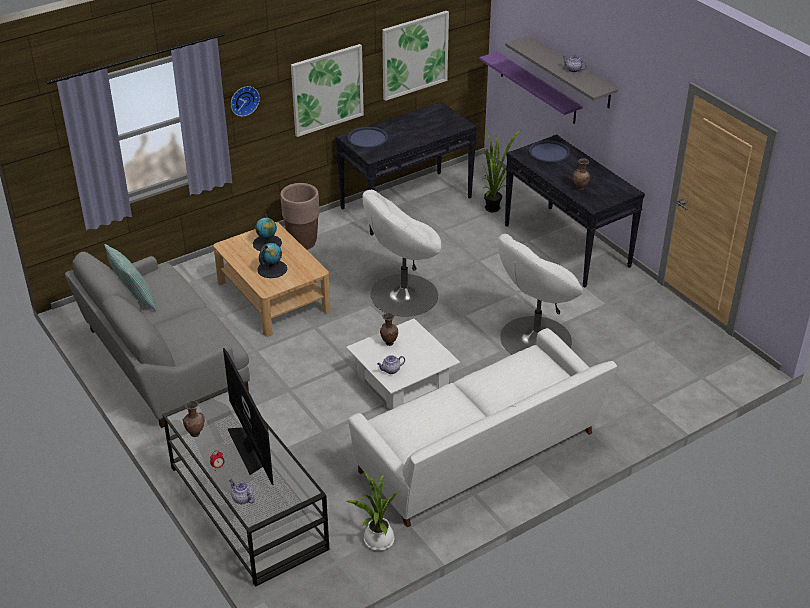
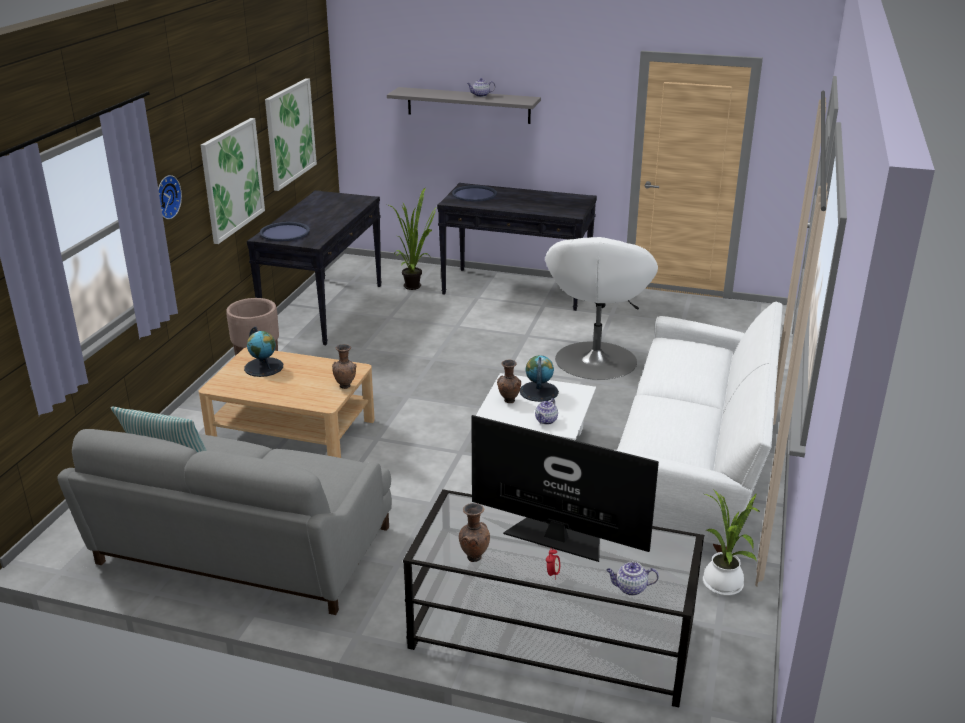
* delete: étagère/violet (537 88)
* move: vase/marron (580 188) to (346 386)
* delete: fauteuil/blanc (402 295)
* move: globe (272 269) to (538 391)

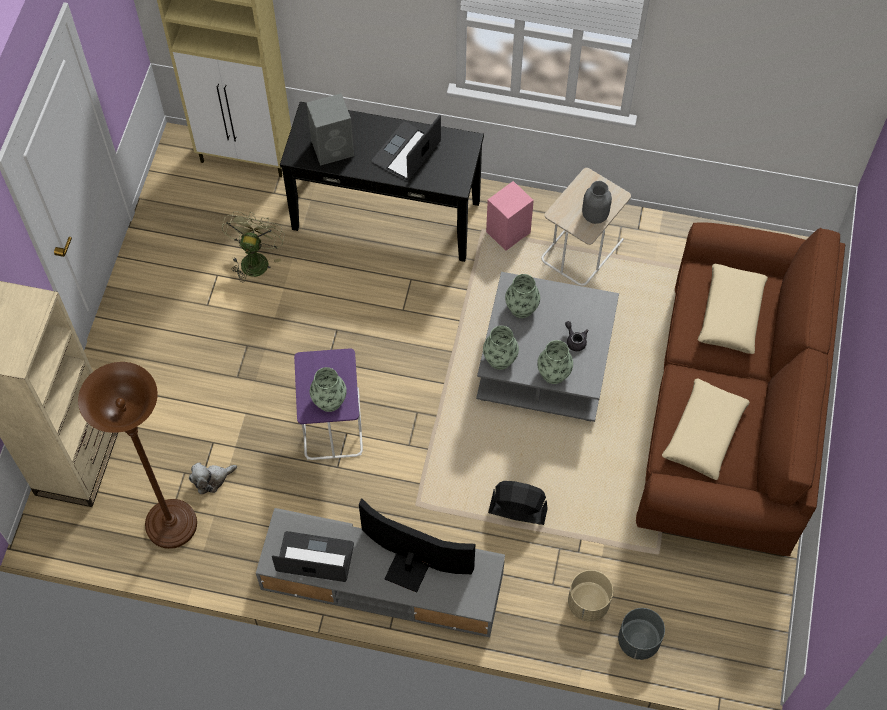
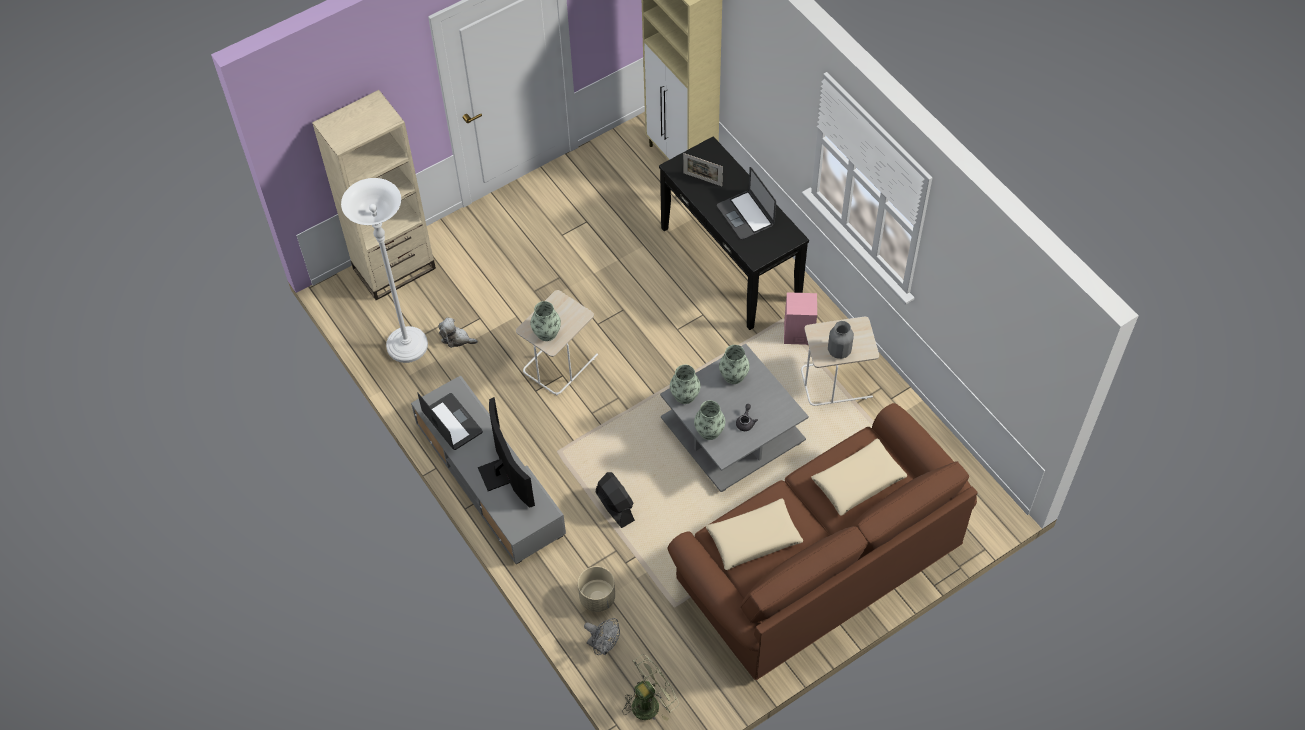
* replace: enceinte/gris (333 148) to cadre photo (702 179)
* rotate: ordinateur portable (406 152) = (745 215) 105 degrees counterclockwise
* move: ventilateur/vert (255 259) to (650 702)
* recolor: table d'appoint/violet (331 423) to table d'appoint/beige (559 362)
* recolor: lampadaire/marron (171 525) to lampadaire/blanc (407 346)
* replace: cache-pot/gris (638 640) to ventilateur/gris (603 646)

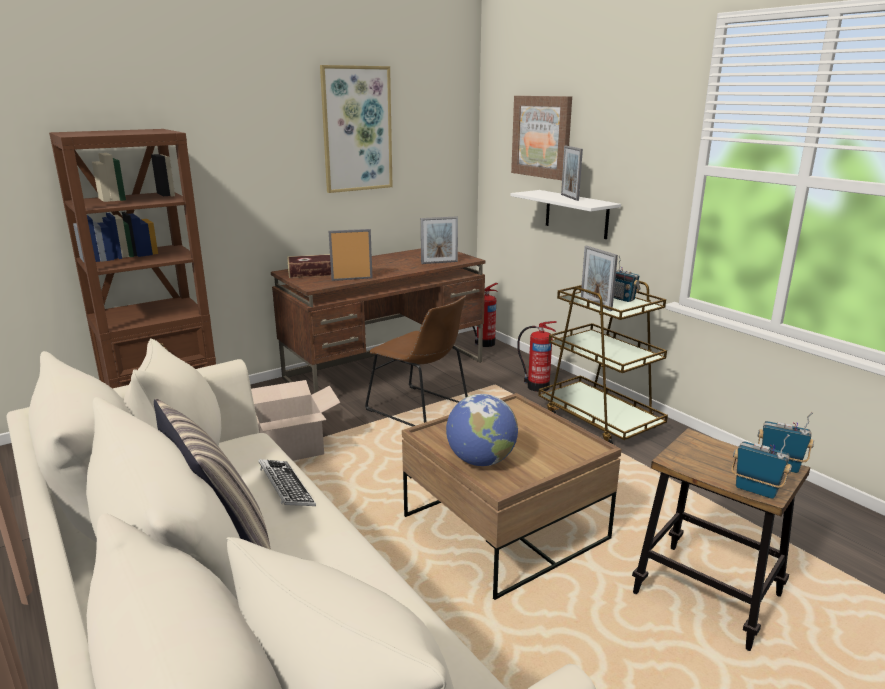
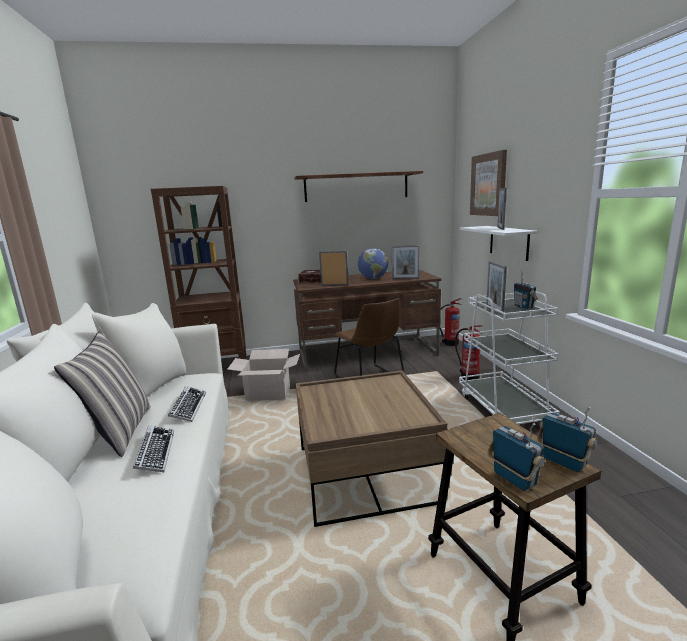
* replace: tableau (357 129) to étagère/marron (356 187)
* recolor: chariot/marron (599 420) to chariot/blanc (503 408)
* move: globe (481 461) to (373 278)
* insert: clavier (155 452)

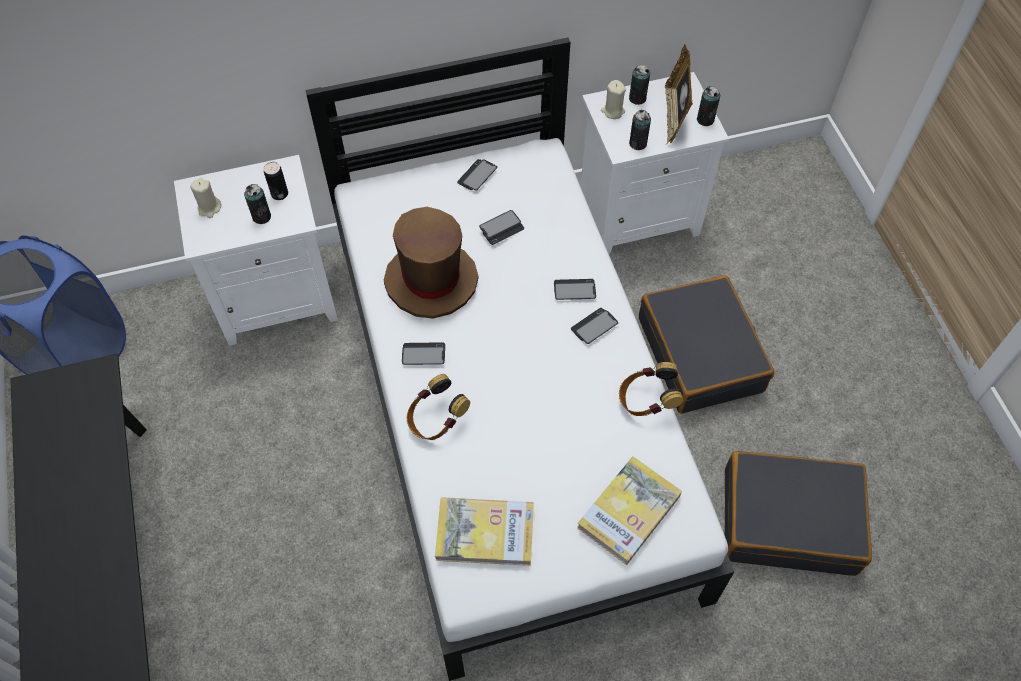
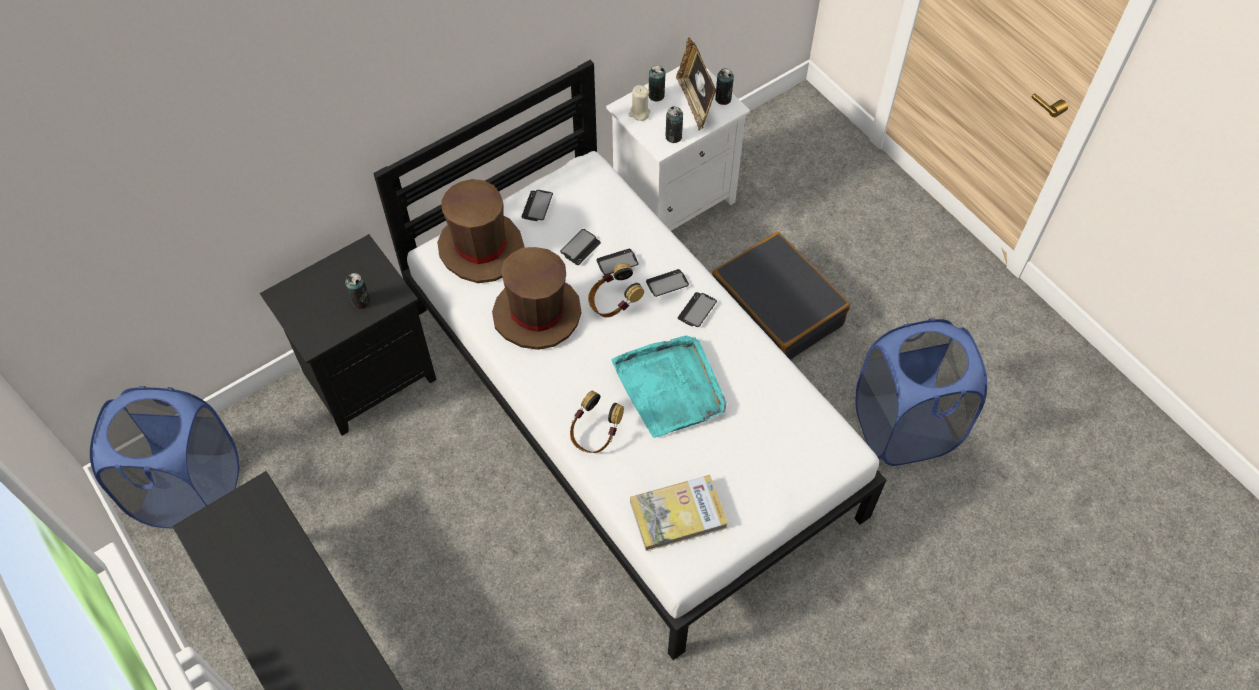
* recolor: table de chevet/blanc (279 297) to table de chevet/noir (369 375)
* delete: boîte métallique (279 194)
* delete: bougie/beige (209 208)
* move: téléphone (423 354) to (617 262)
* move: casque audio (646 401) to (613 303)
* replace: valise/noir (789 520) to panier à linge/bleu (904 427)
* delete: livre (629 511)
* insert: chapeau/marron (481 247)
* insert: plateau/turquoise (671 387)

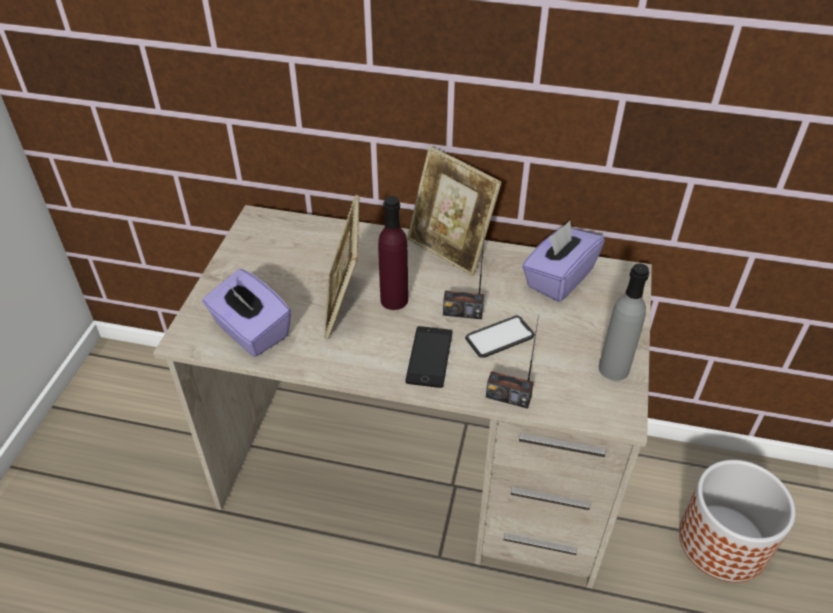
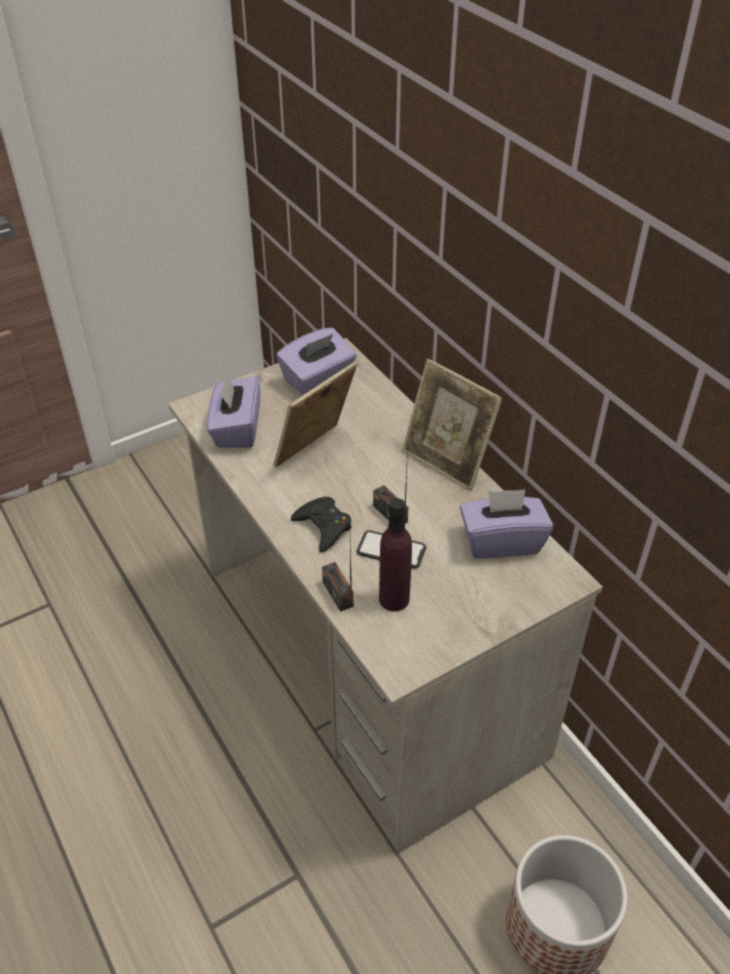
* rotate: cadre photo (450 249) = (446 462) 45 degrees counterclockwise
* move: bouteille/violet (394 300) to (394 599)
* delete: bouteille/gris (614 369)
* replace: téléphone (429 357) to manette/noir (323 527)
* insert: boîte à mouchoirs/violet (318 379)

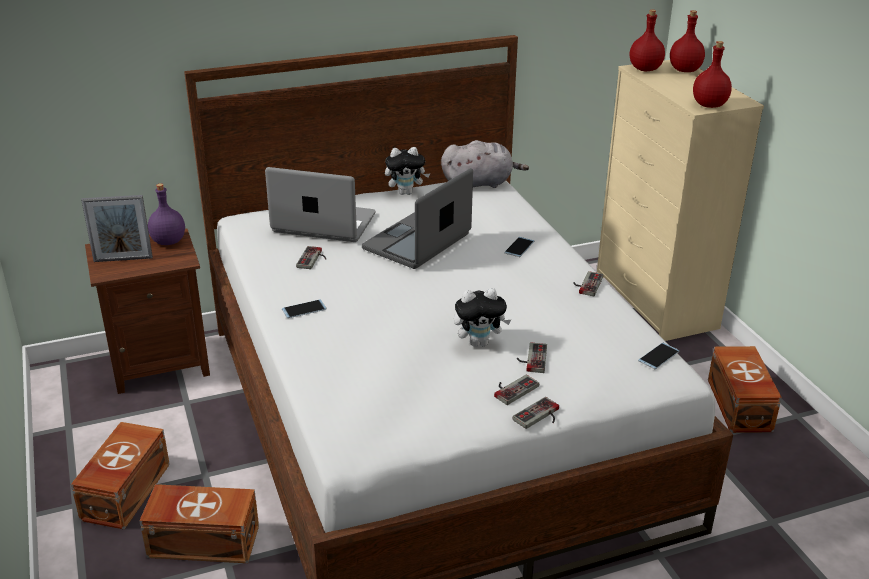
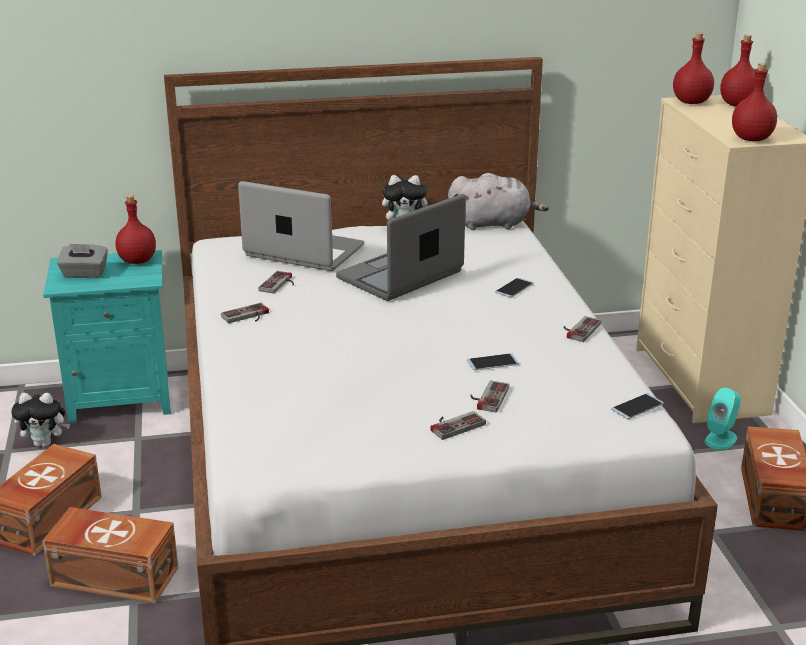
* recolor: bouteille/violet (168 241) to bouteille/rouge (137 261)
* replace: cadre photo (123 259) to boîte à mouchoirs/gris (84 274)
* recolor: table de chevet/marron (159 364) to table de chevet/turquoise (121 398)
* move: peluche (479 342) to (45 443)
* move: téléphone (304 309) to (492 362)
* move: manette (540 417) to (247 316)
* insert: enceinte/turquoise (721 439)

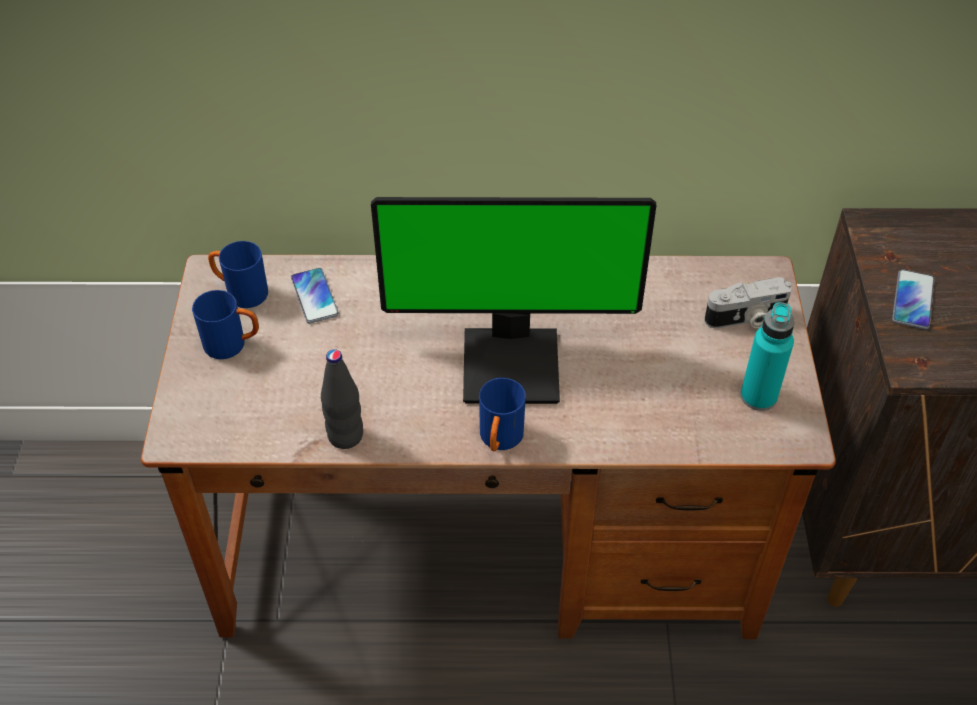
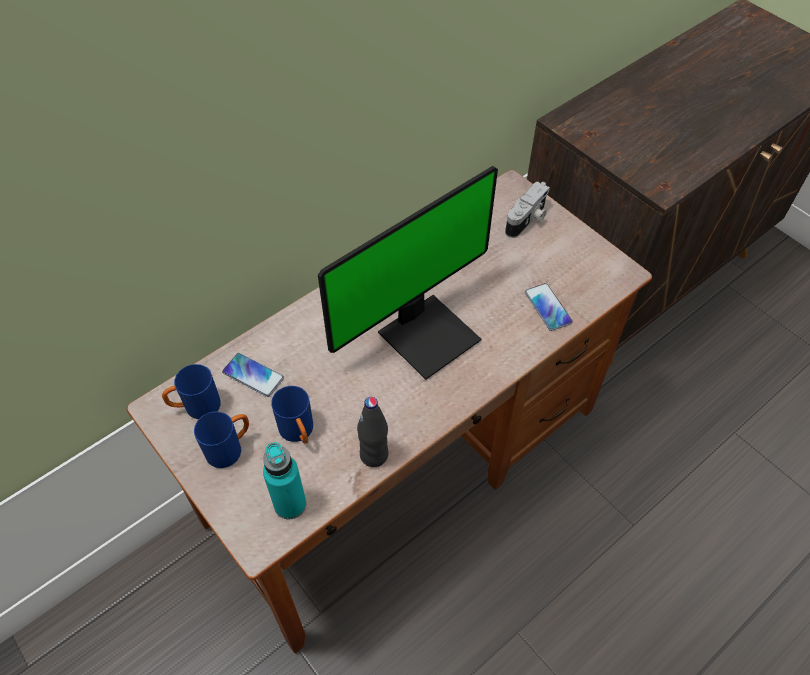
* move: téléphone (912 300) to (548 307)
* move: bouteille/turquoise (758 396) to (290 504)
* move: mug/bleu (499 441) to (299 433)

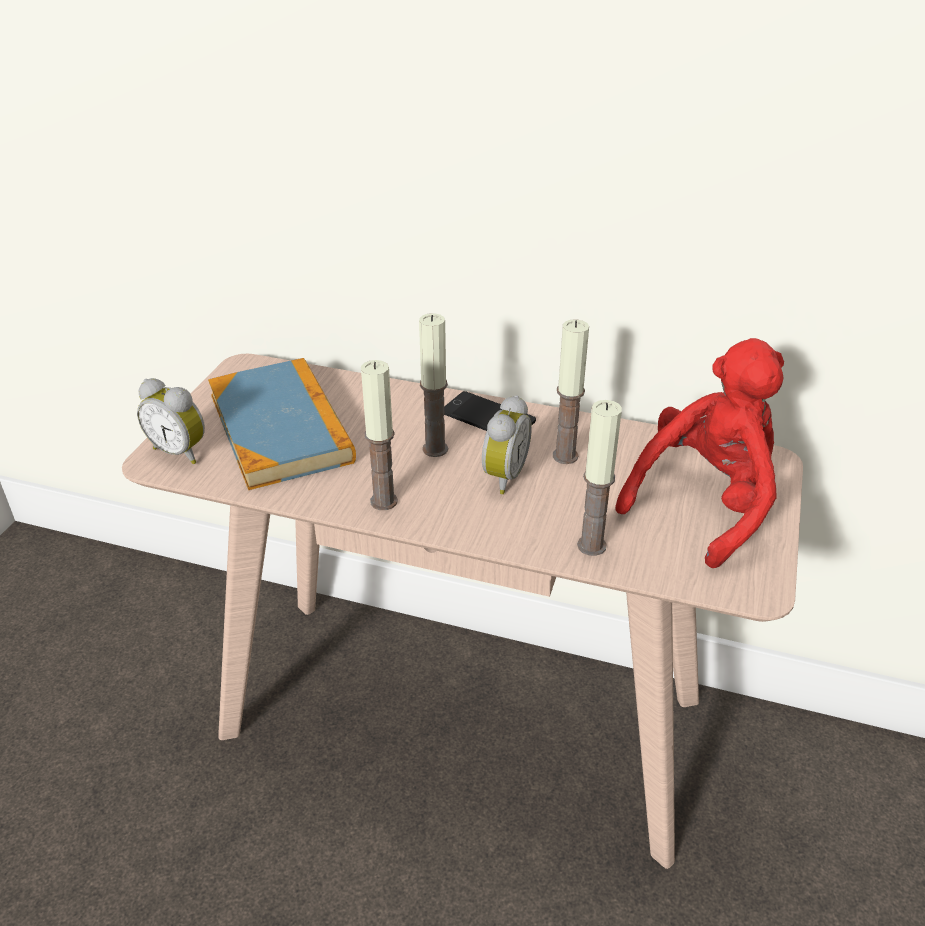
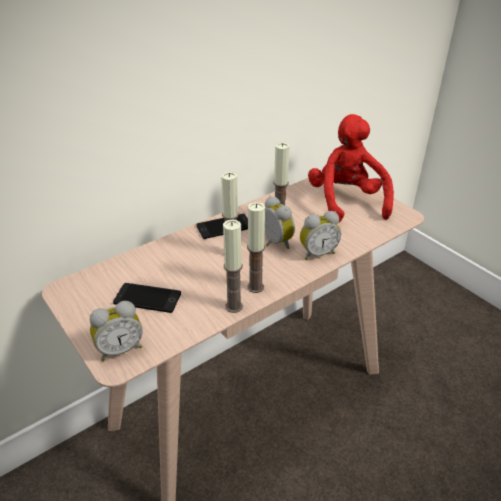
* replace: livre (281 428) to téléphone (147 298)
* move: bougie (591 546) to (234 306)
* insert: réveil (317 253)

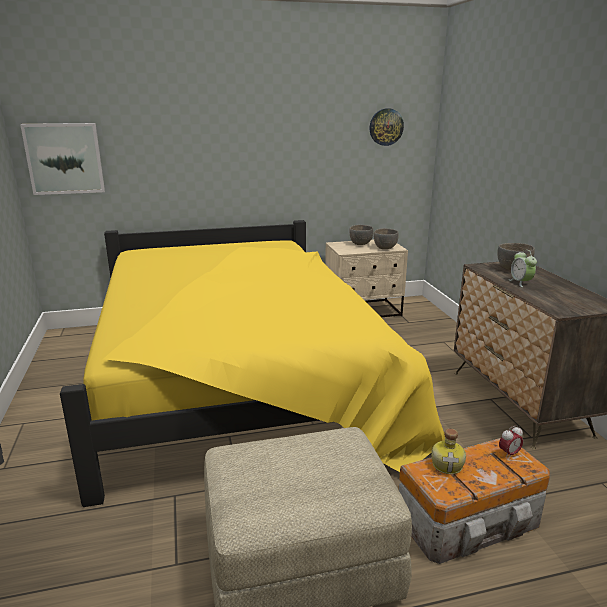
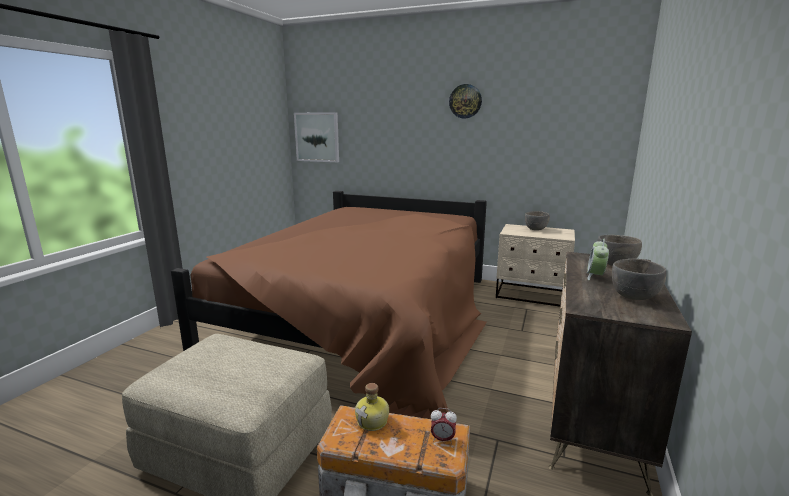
* move: horloge murale (386 127) to (465 101)
* recolor: lit/jaune (241 379) to lit/marron (366 316)
* move: bol/gris (385 248) to (634 296)

